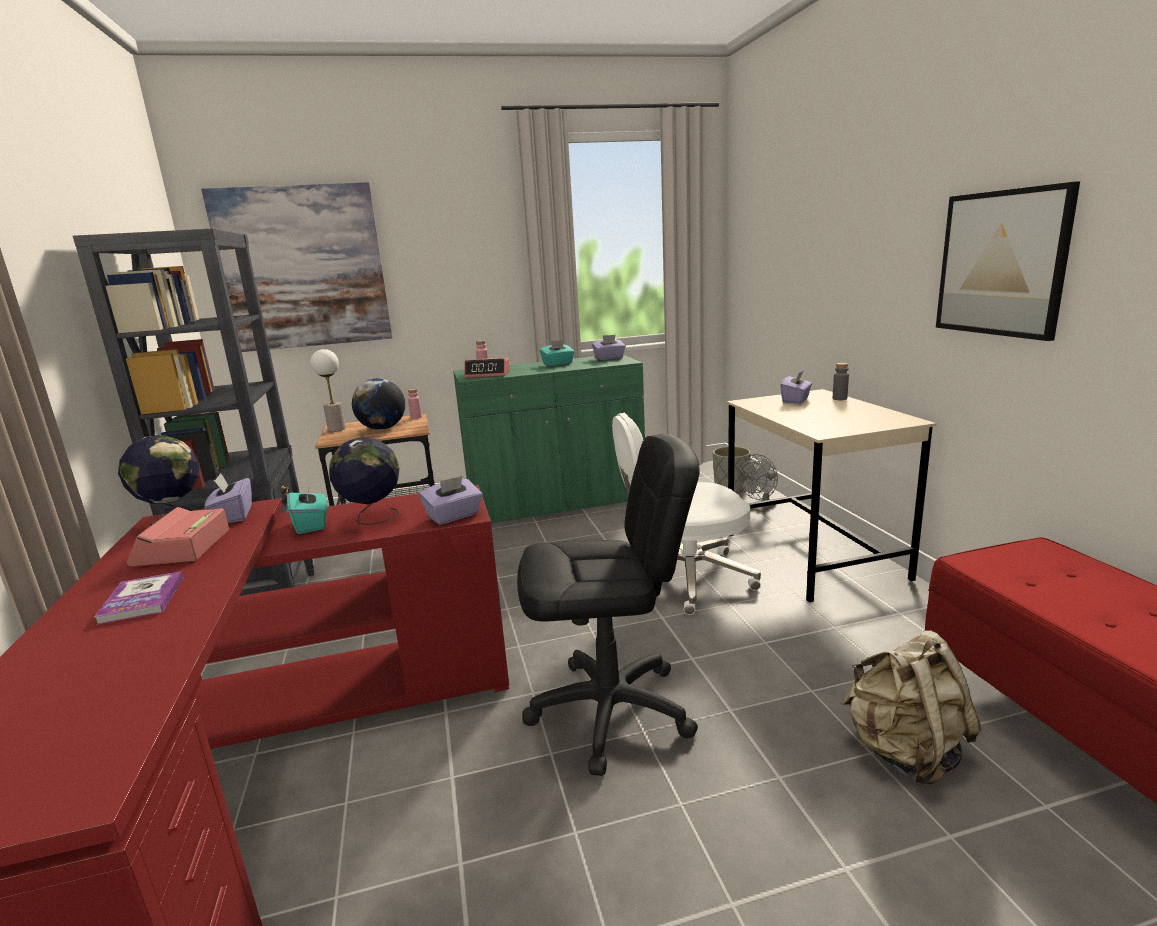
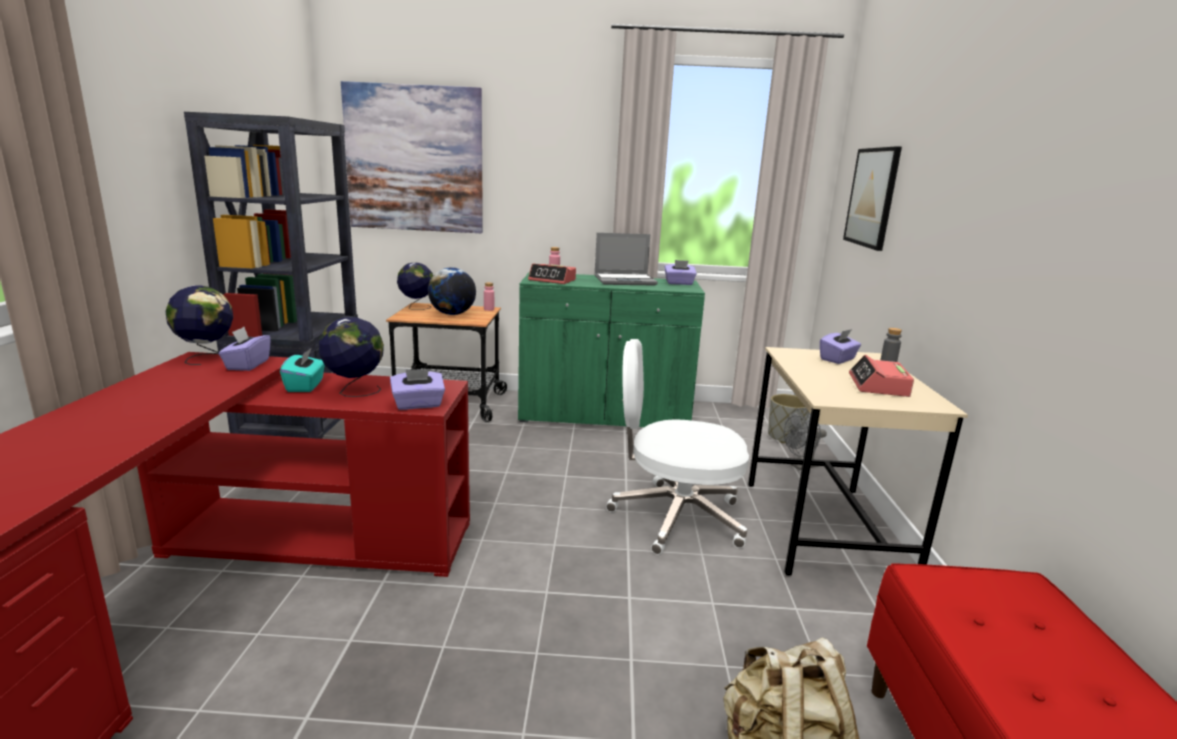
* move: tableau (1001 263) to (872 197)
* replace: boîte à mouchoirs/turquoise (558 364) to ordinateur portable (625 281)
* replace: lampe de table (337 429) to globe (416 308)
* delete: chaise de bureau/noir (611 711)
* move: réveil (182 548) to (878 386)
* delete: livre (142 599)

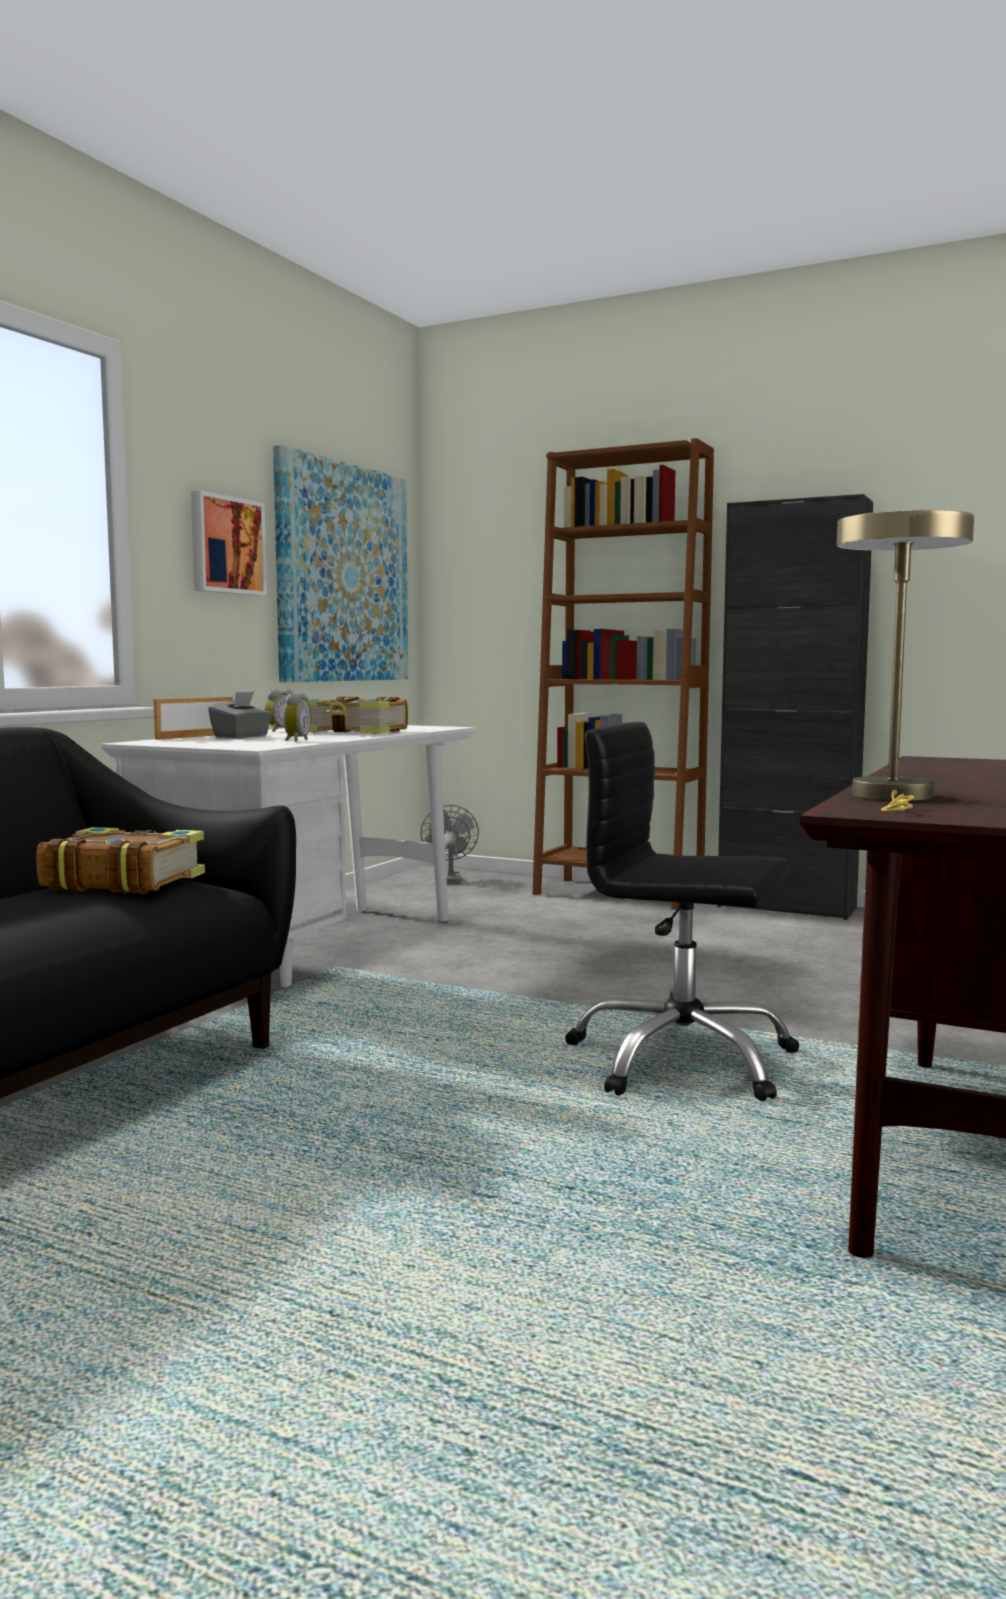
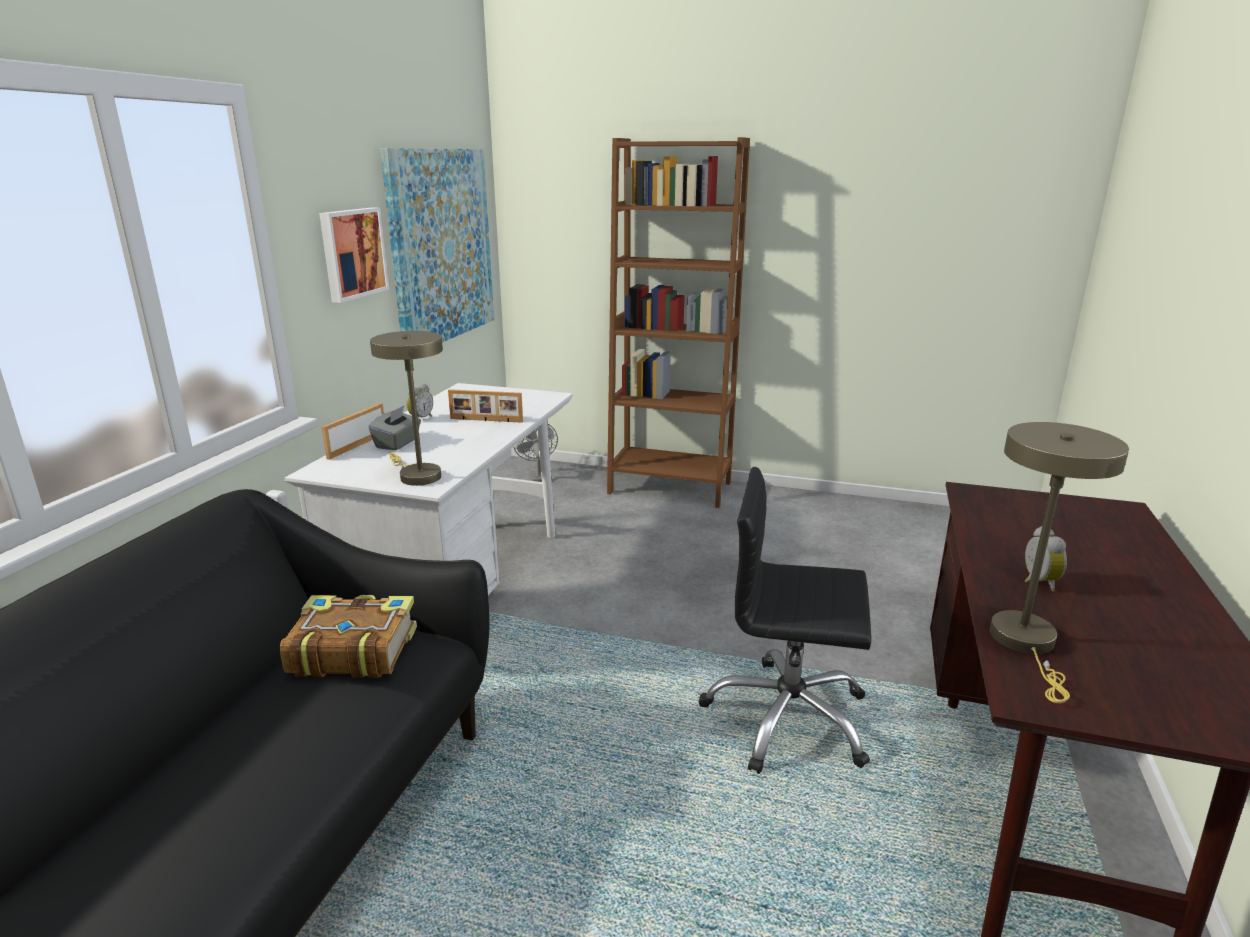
* delete: meuble de rangement/noir (786 907)
* move: réveil (295 741) to (1037 582)
* replace: livre (355 732) to cadre photo (486 420)
* insert: lampe de table/beige (416 475)

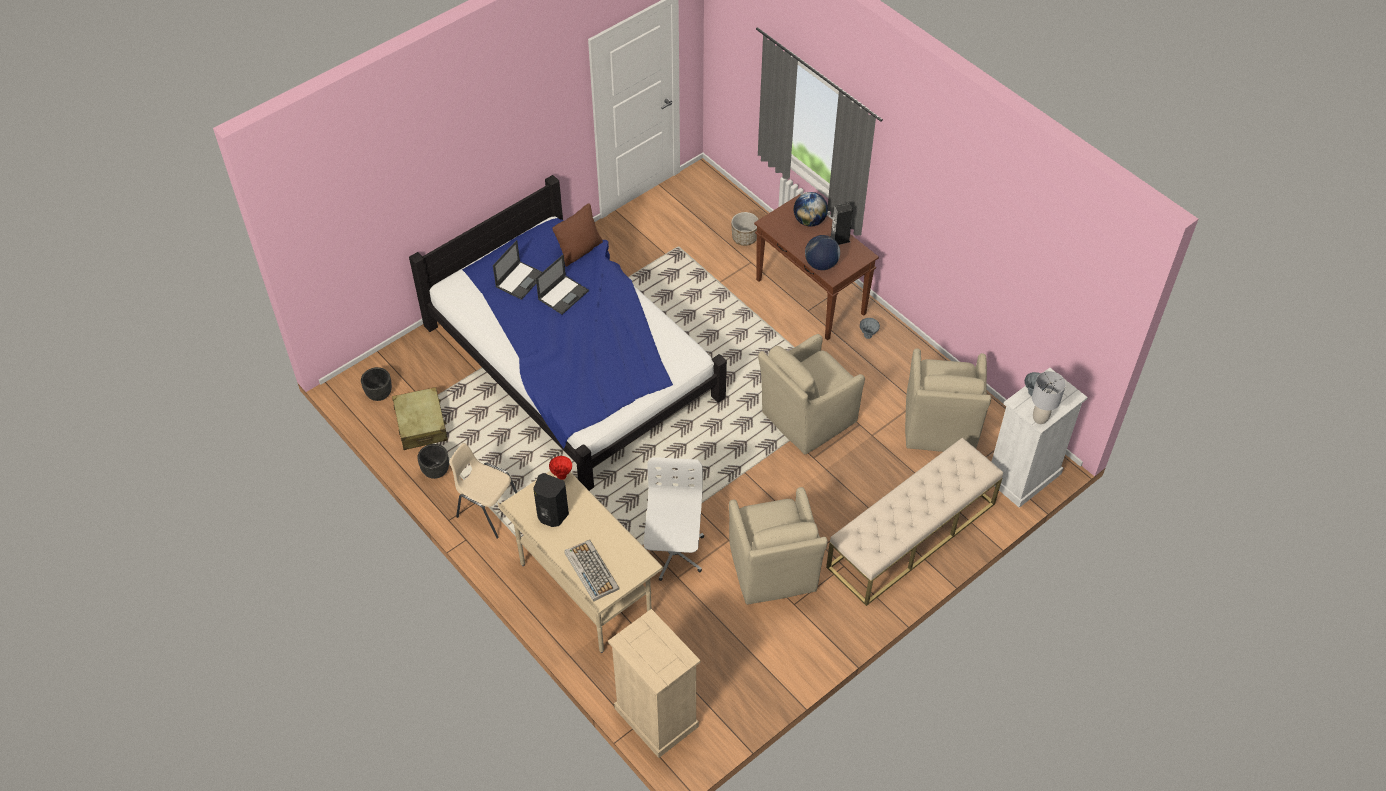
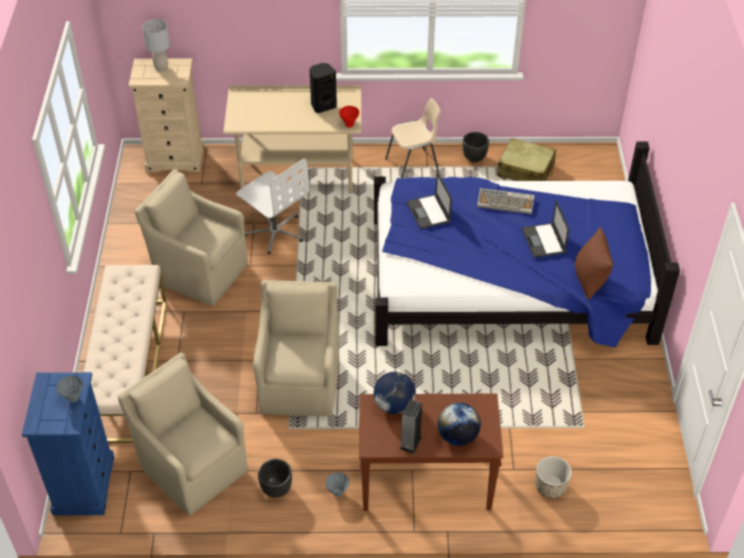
* move: ordinateur portable (520 280) to (428 212)
* move: cache-pot/noir (379 395) to (276 489)
* recolor: commode/blanc (1023 476) to commode/bleu (83 485)
* move: lampe de table/gris (1040 418) to (161 67)
* move: clavier (590 570) to (506 202)

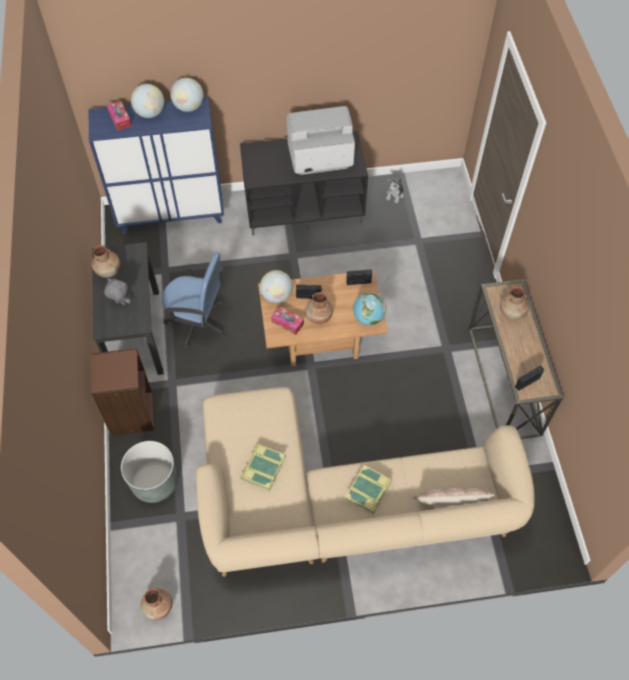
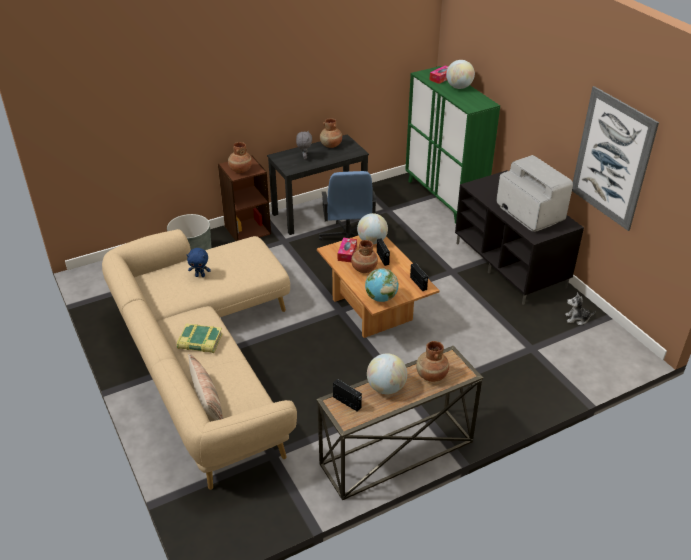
* move: globe (189 107) to (386 388)
* recolor: meuble de rangement/bleu (171 215) to meuble de rangement/vert (444 198)
* replace: livre (262 468) to peluche/bleu (200 275)
* move: vase/marron (158 607) to (240 170)
* insert: tableau (612 158)

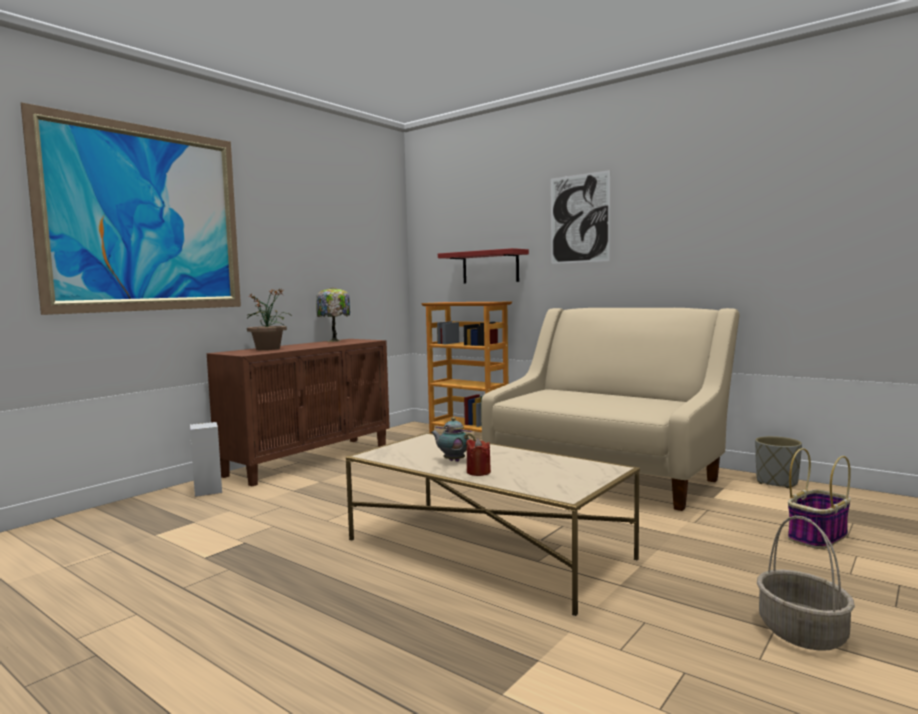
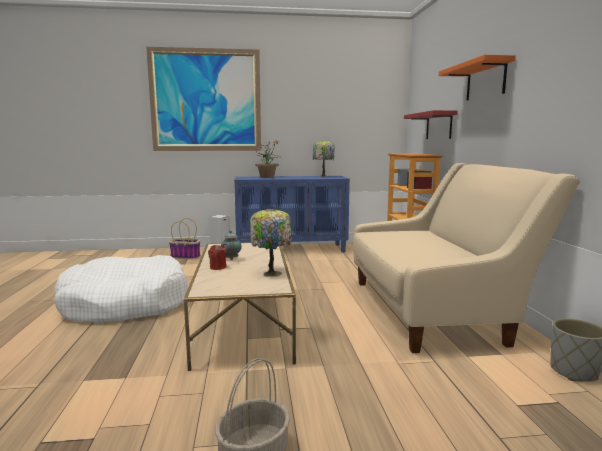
* replace: tableau (579 218) to étagère/orange (485 81)
* recolor: meuble de rangement/marron (309 460) to meuble de rangement/bleu (292 249)
* move: panier (817 536) to (186 257)
* insert: lampe de table (271 273)
* insert: panier pour chien/blanc (125 304)

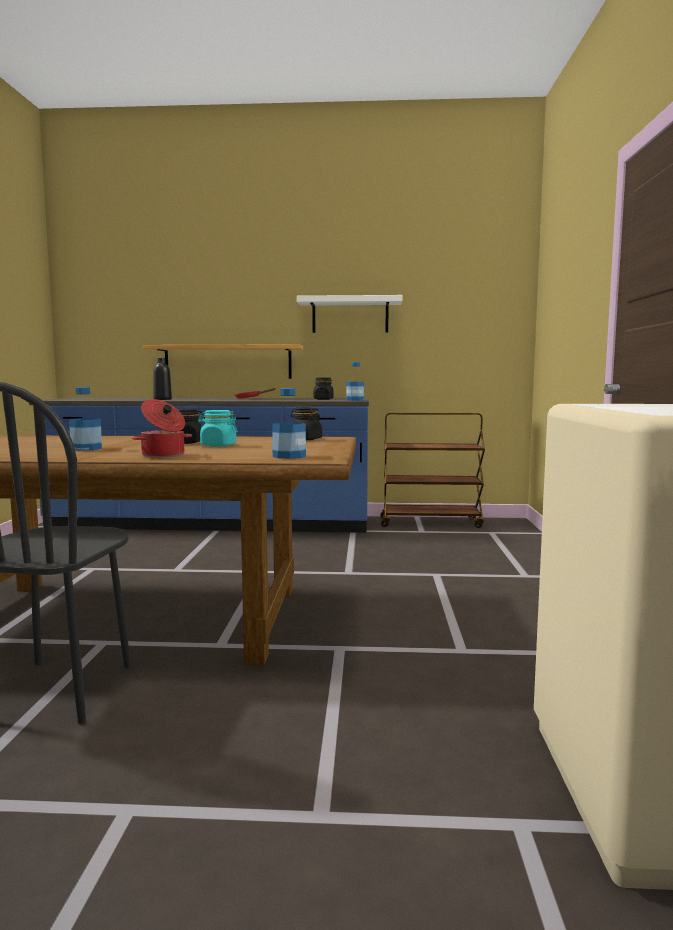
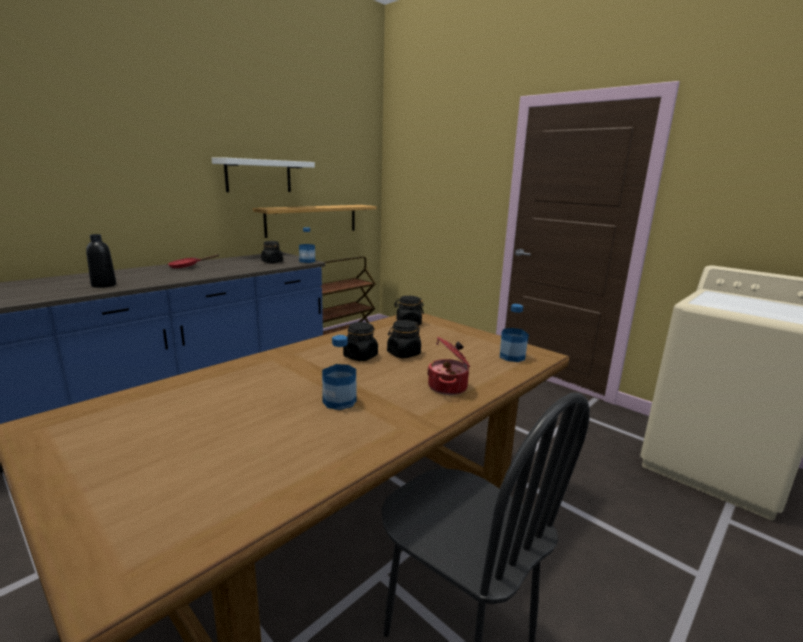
* move: étagère (228 362) to (312 220)
* recolor: bocal/turquoise (218 445) to bocal/noir (403 354)

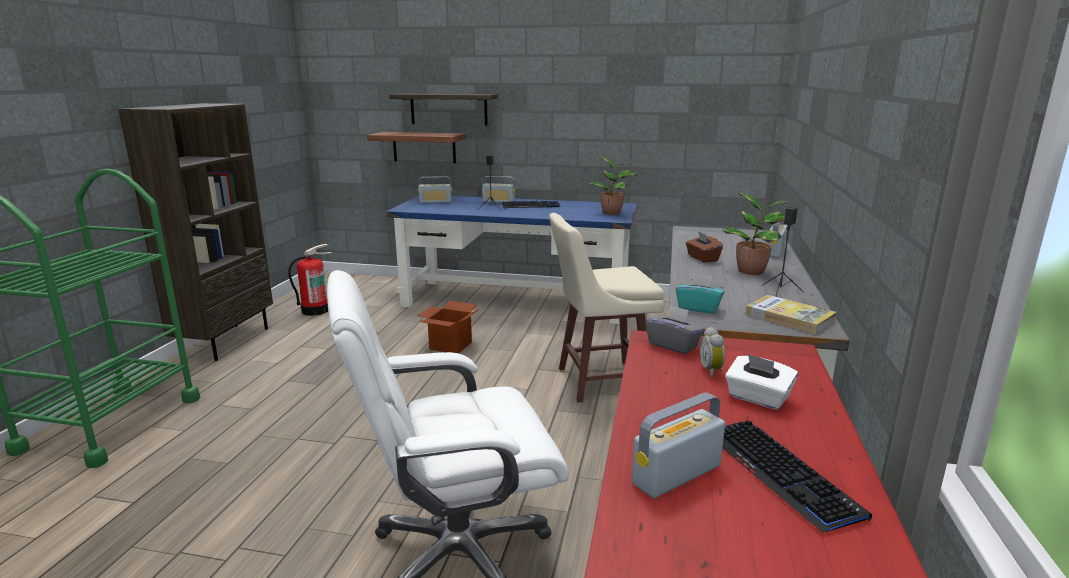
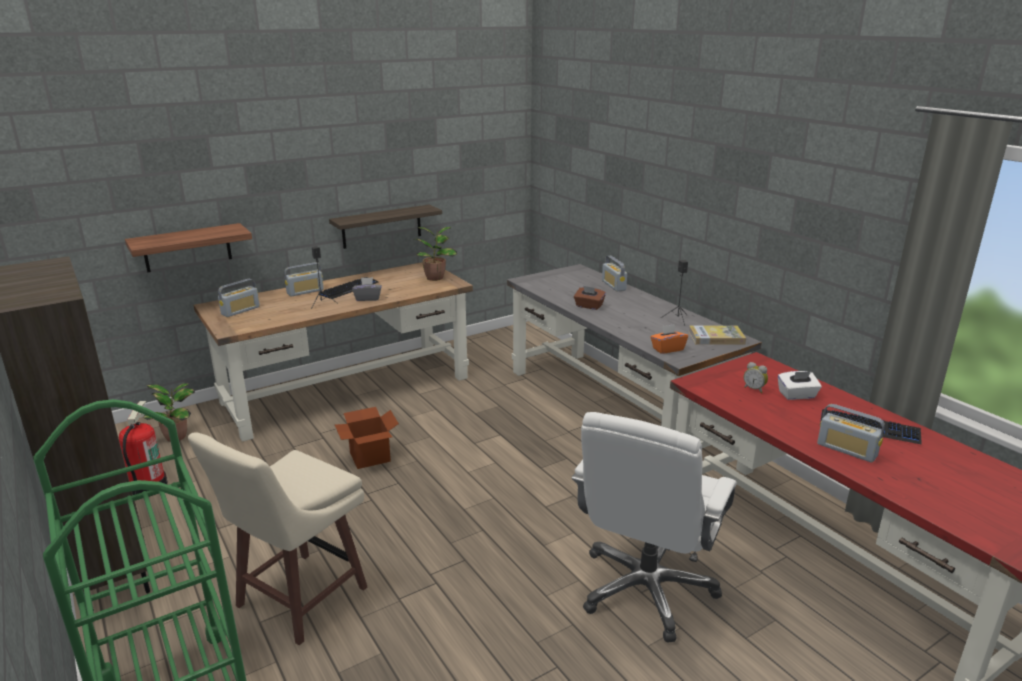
* move: étagère (448 109) to (381 226)
* move: plante en pot (753 271) to (177 436)
* recolor: bureau/bleu (517 300) to bureau/marron (348 389)
* move: tabouret/beige (599 381) to (298 599)
* recolor: boîte à mouchoirs/turquoise (698 308) to boîte à mouchoirs/orange (667 349)
* move: boîte à mouchoirs/gris (673 345) to (368 298)
* rotate: radio (676 475) = (847 450) 60 degrees counterclockwise

